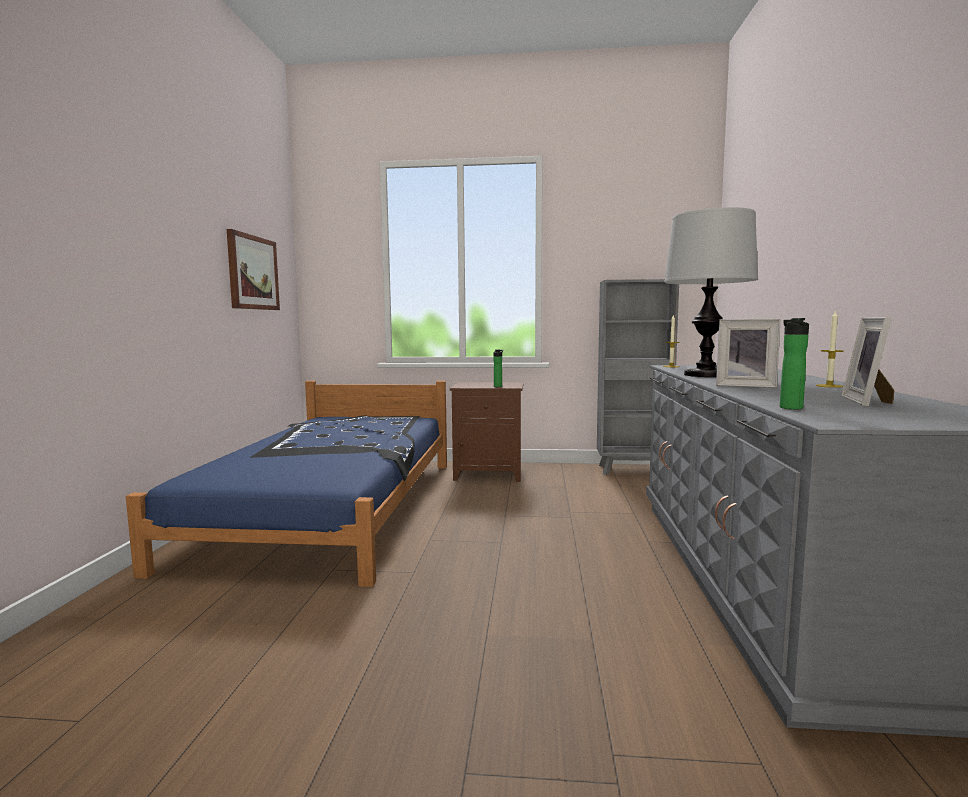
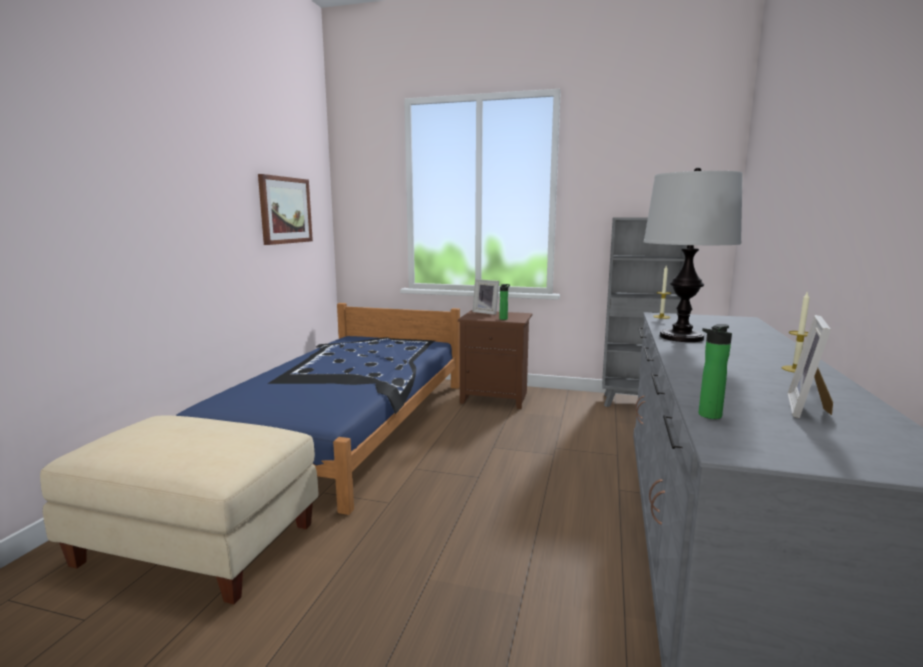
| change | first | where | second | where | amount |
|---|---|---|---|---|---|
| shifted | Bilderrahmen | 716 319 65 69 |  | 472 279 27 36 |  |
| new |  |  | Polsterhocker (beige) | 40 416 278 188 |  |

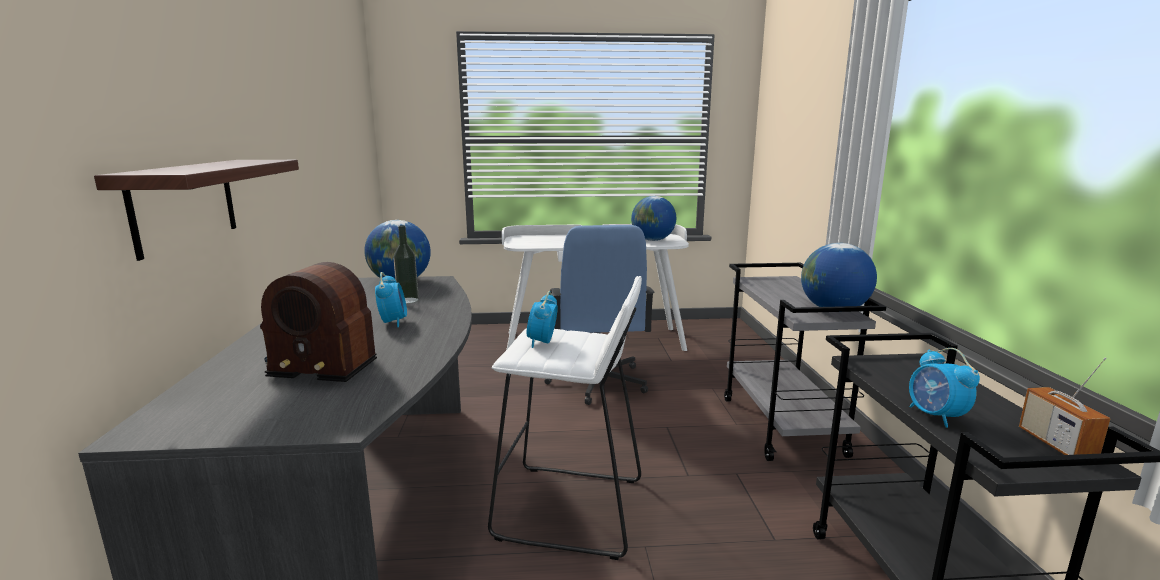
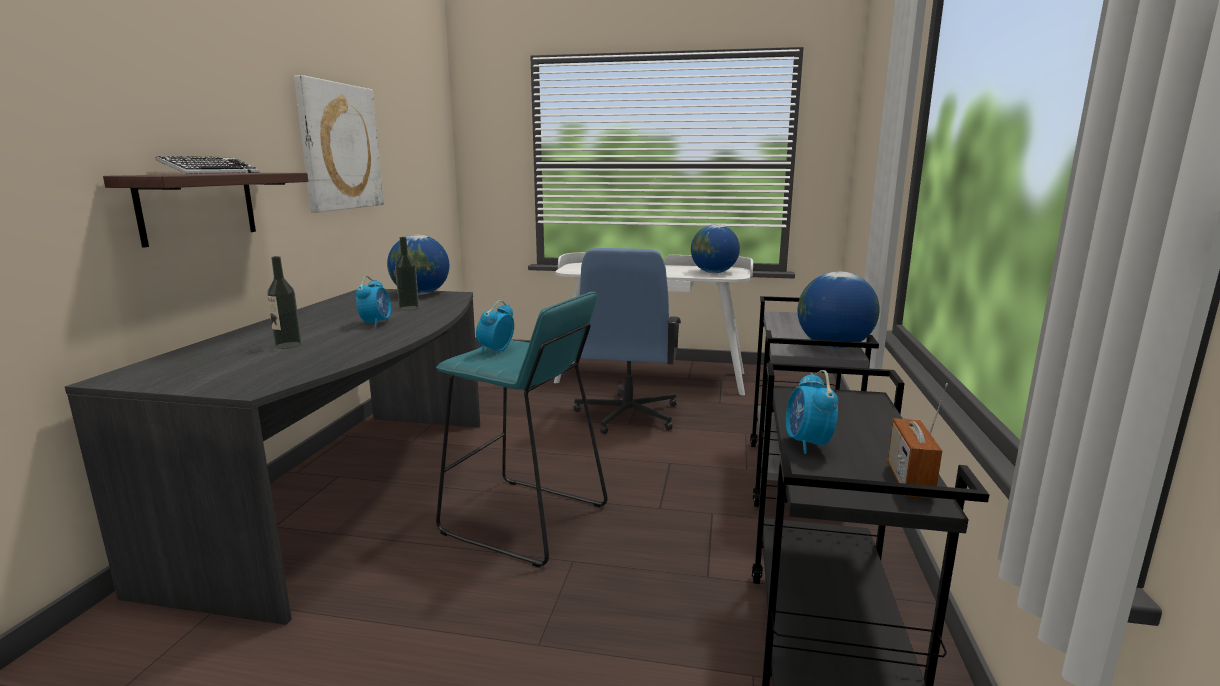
| change | first | where | second | where | amount |
|---|---|---|---|---|---|
| swapped | Radio | 260 262 117 120 | Flasche | 267 256 35 93 |  |
| repainted | Hocker (weiß) | 488 276 154 284 | Hocker (türkis) | 436 292 172 276 |  |
| new |  |  | Bild | 294 75 90 138 |  |
| new |  |  | Tastatur | 155 156 105 18 |  |

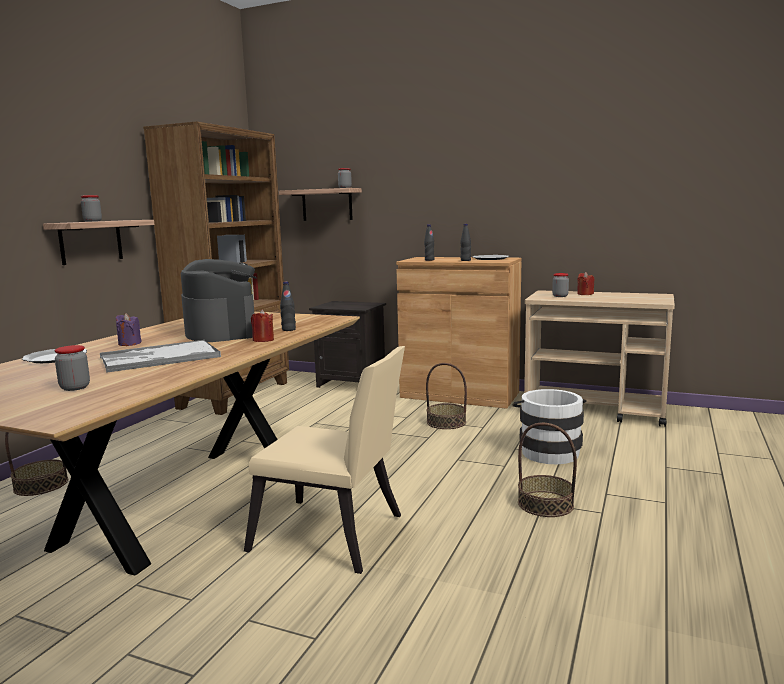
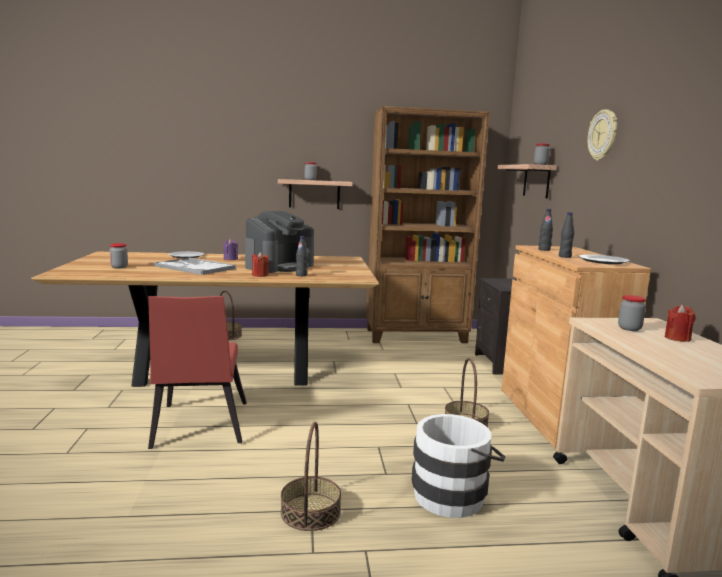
| change | first | where | second | where | amount |
|---|---|---|---|---|---|
| repainted | Stuhl (beige) | 244 346 161 228 | Stuhl (rot) | 148 296 99 153 |  |
| new |  |  | Wanduhr | 587 109 30 52 |  |

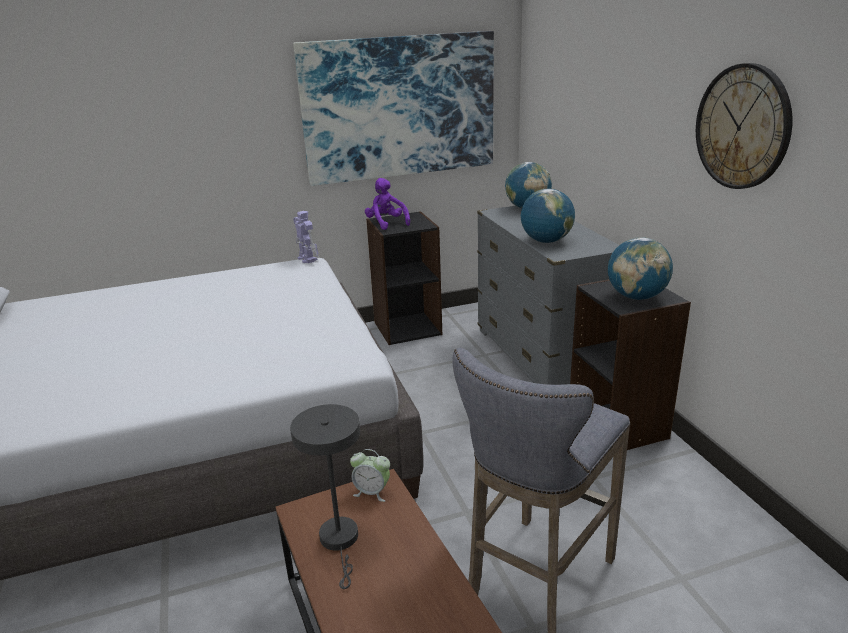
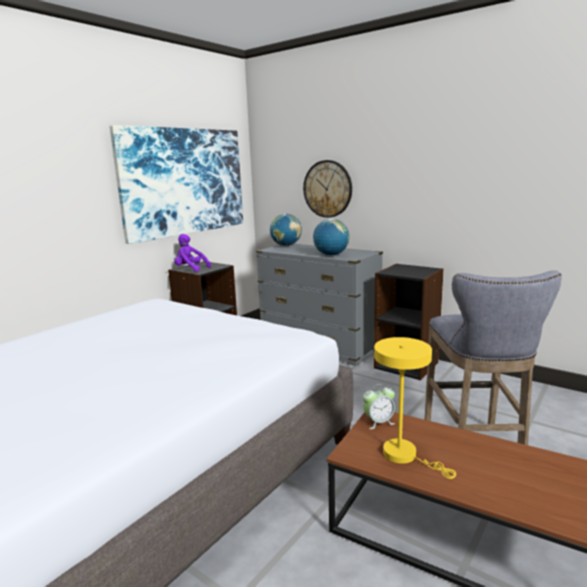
| change | first | where | second | where | amount |
|---|---|---|---|---|---|
| shifted | Wanduhr | 696 63 96 126 |  | 303 160 49 58 |  |
| gone | Spielzeugroboter | 293 211 26 52 |  |  |  |
| gone | Globus | 608 237 65 63 |  |  |  |
| repainted | Tischlampe (grau) | 290 404 70 185 | Tischlampe (gelb) | 374 337 82 142 |  |

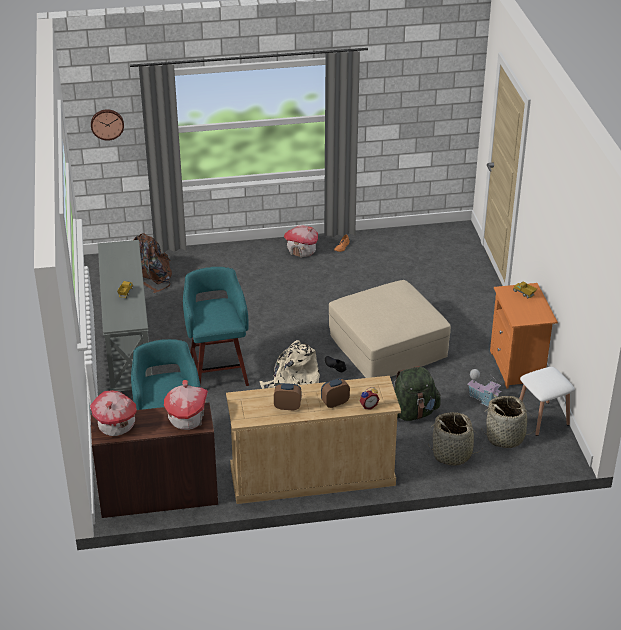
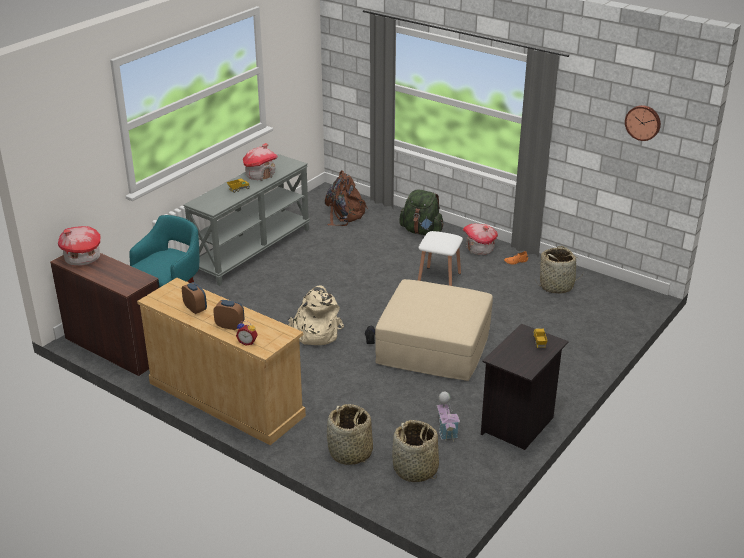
| change | first | where | second | where | amount |
|---|---|---|---|---|---|
| shifted | Wanduhr | 91 109 33 32 |  | 625 105 36 36 |  |
| gone | Hocker (türkis) | 183 267 66 119 |  |  |  |
| repainted | Nachttisch (orange) | 490 283 68 105 | Nachttisch (schwarz) | 481 324 88 126 |  |
| shifted | Rucksack (grün) | 394 366 47 55 |  | 399 189 45 46 |  |
| shifted | Hocker (weiß) | 519 367 56 69 |  | 418 231 45 55 |  |
| shifted | Spielzeughaus | 164 380 44 50 |  | 243 143 35 38 |  |
| new |  |  | Korb | 536 246 42 47 |  |

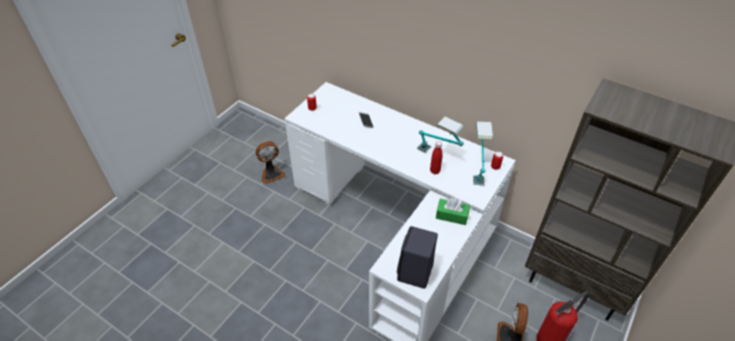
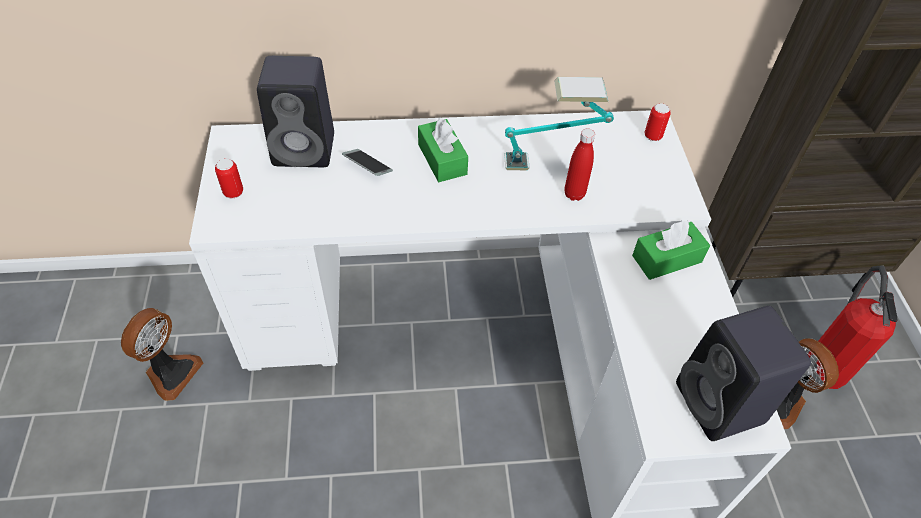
| change | first | where | second | where | amount |
|---|---|---|---|---|---|
| gone | Tischlampe | 473 121 20 64 |  |  |  |
| new |  |  | Lautsprecher (schwarz) | 257 56 77 111 |  |
| new |  |  | Taschentuchbox (grün) | 418 117 50 65 |  |

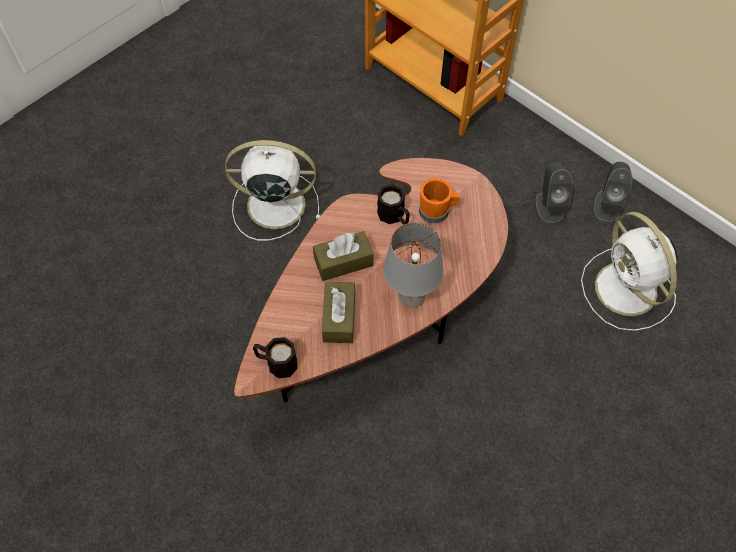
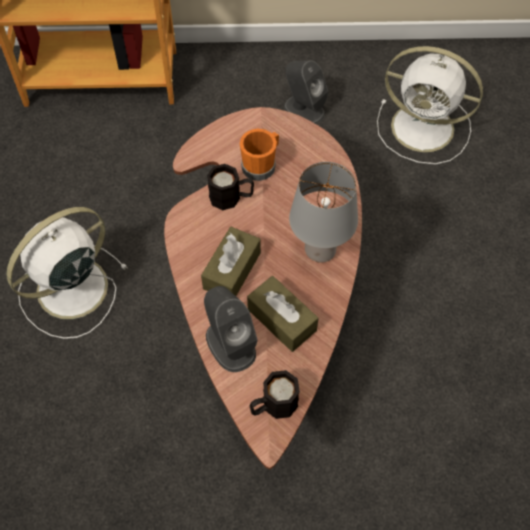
| change | first | where | second | where | amount |
|---|---|---|---|---|---|
| shifted | Lautsprecher (grau) | 593 162 39 62 |  | 204 286 54 86 |  |

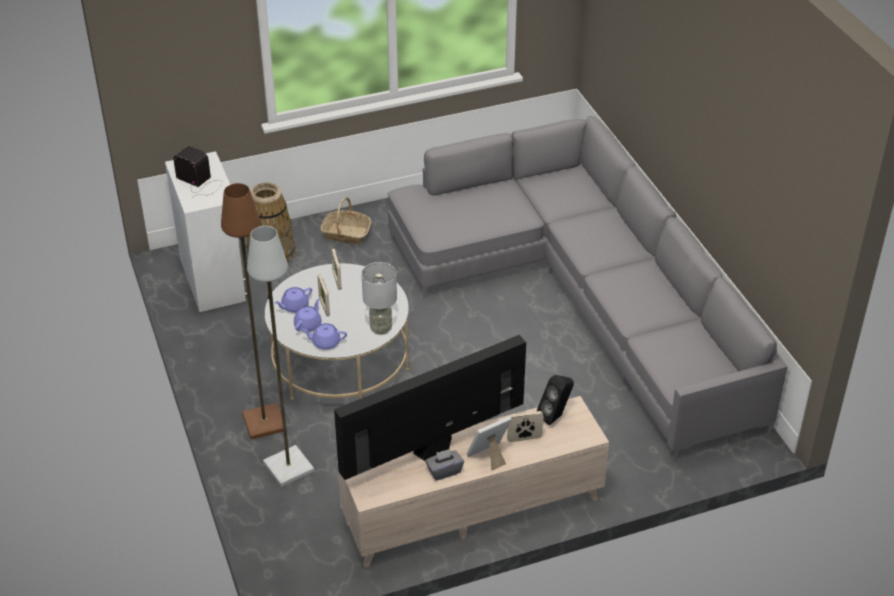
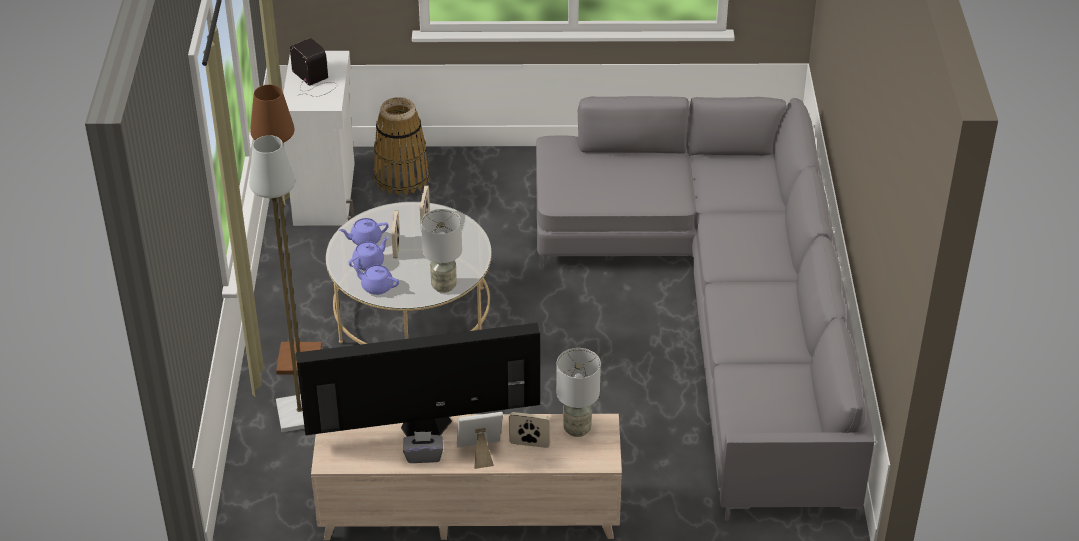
| change | first | where | second | where | amount |
|---|---|---|---|---|---|
| gone | Korb | 320 197 51 47 |  |  |  |
| swapped | Lautsprecher (schwarz) | 537 375 37 50 | Tischlampe (grau) | 556 348 45 89 |  |

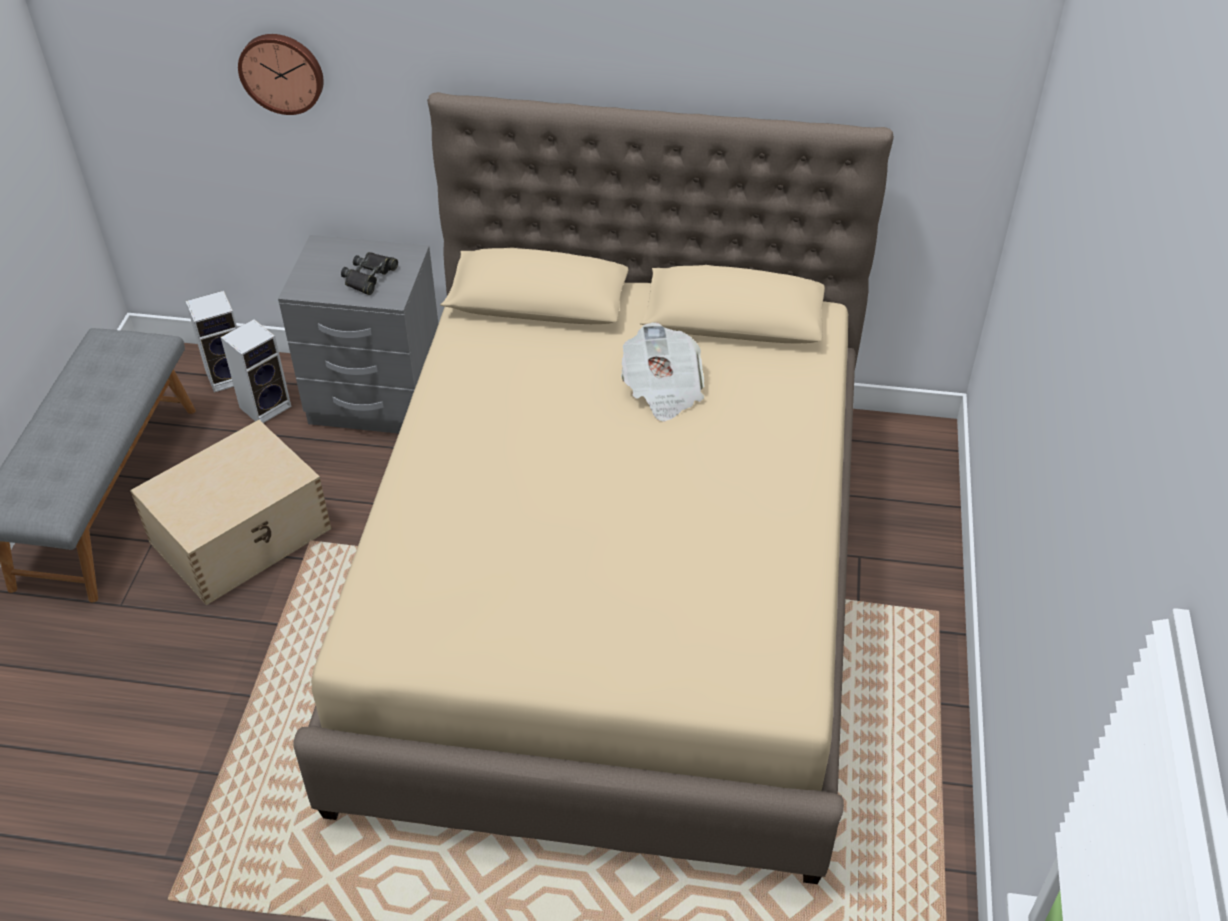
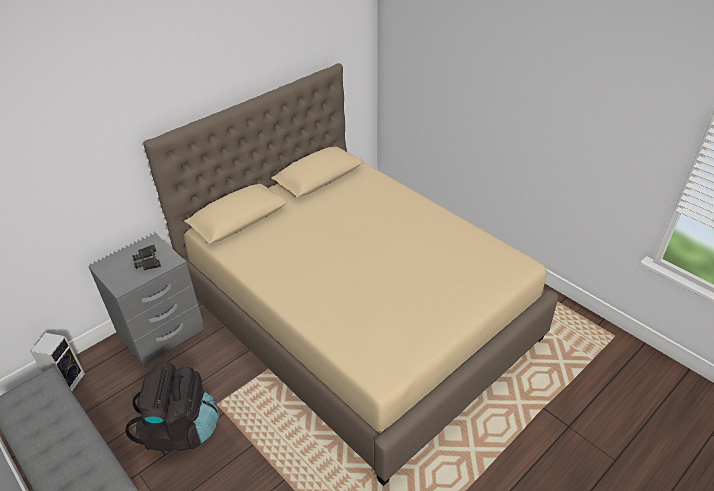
| change | first | where | second | where | amount |
|---|---|---|---|---|---|
| gone | Wanduhr | 238 34 86 81 |  |  |  |
| gone | Lautsprecher | 221 319 70 104 |  |  |  |
| gone | Zeitung | 621 322 83 100 |  |  |  |
| swapped | Aufbewahrungsbox (beige) | 130 420 201 185 | Rucksack (schwarz) | 125 362 94 89 |  |

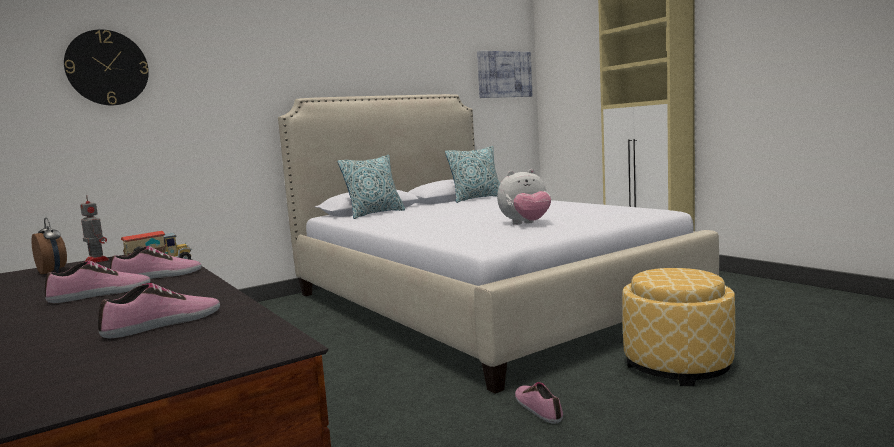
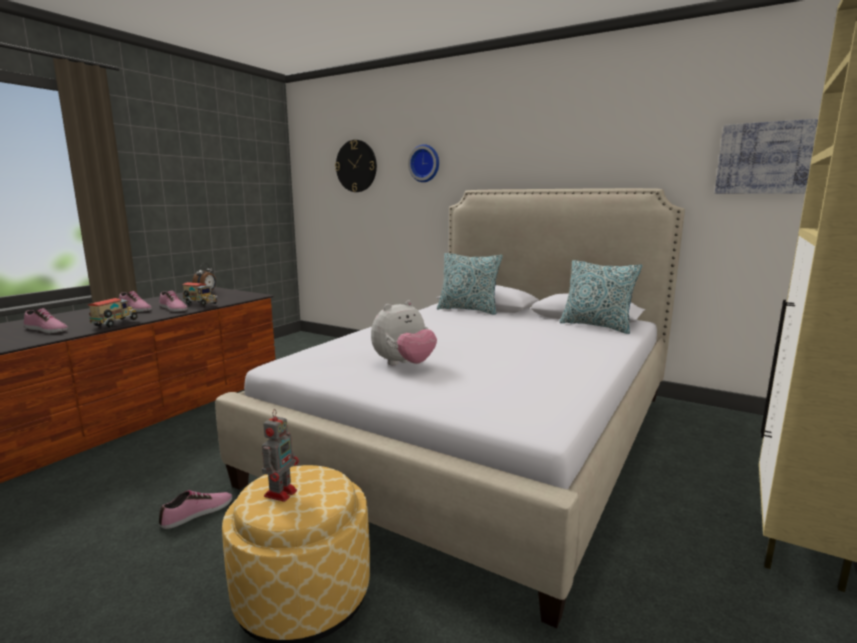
| change | first | where | second | where | amount |
|---|---|---|---|---|---|
| rotated | Plüschtier | 497 169 54 56 |  | 371 301 66 64 | 90 degrees counterclockwise |
| shifted | Spielzeugroboter | 80 195 29 68 |  | 262 409 37 93 |  |
| new |  |  | Wanduhr | 408 144 31 38 |  |
| new |  |  | Spielzeuglaster | 88 298 50 30 |  |

